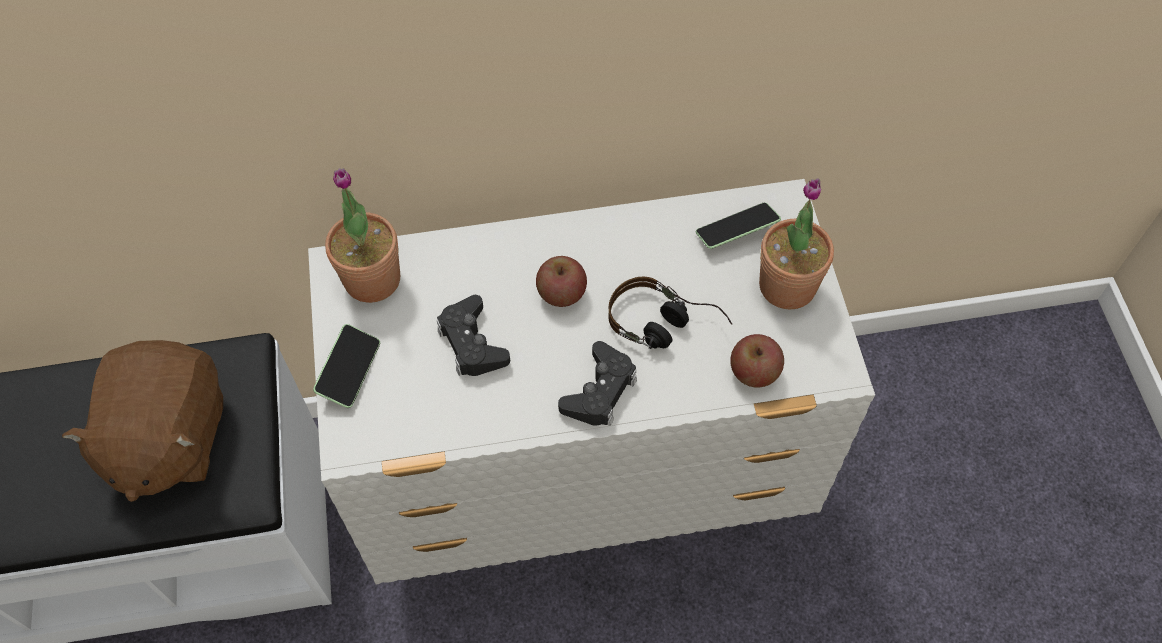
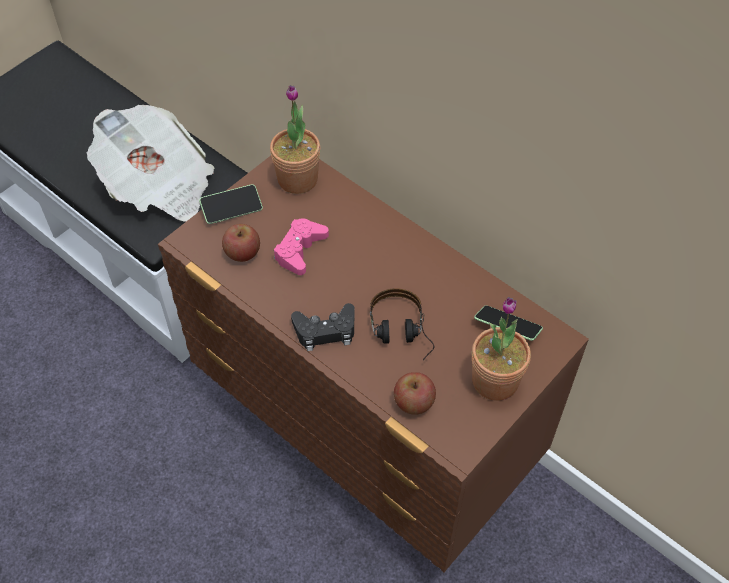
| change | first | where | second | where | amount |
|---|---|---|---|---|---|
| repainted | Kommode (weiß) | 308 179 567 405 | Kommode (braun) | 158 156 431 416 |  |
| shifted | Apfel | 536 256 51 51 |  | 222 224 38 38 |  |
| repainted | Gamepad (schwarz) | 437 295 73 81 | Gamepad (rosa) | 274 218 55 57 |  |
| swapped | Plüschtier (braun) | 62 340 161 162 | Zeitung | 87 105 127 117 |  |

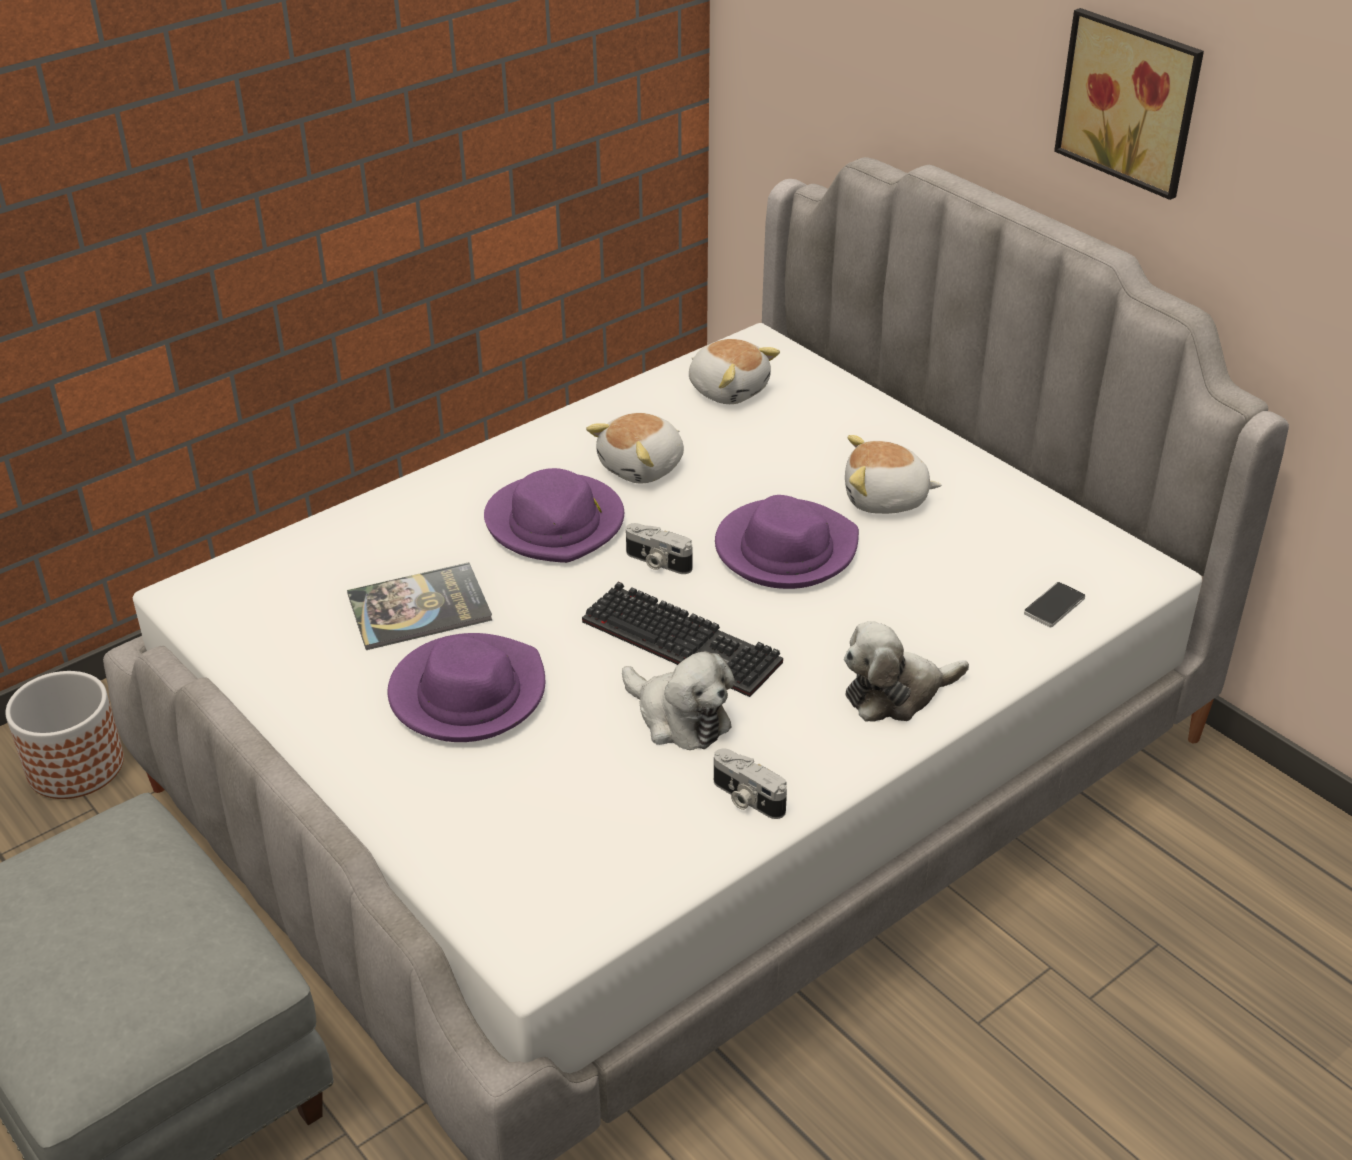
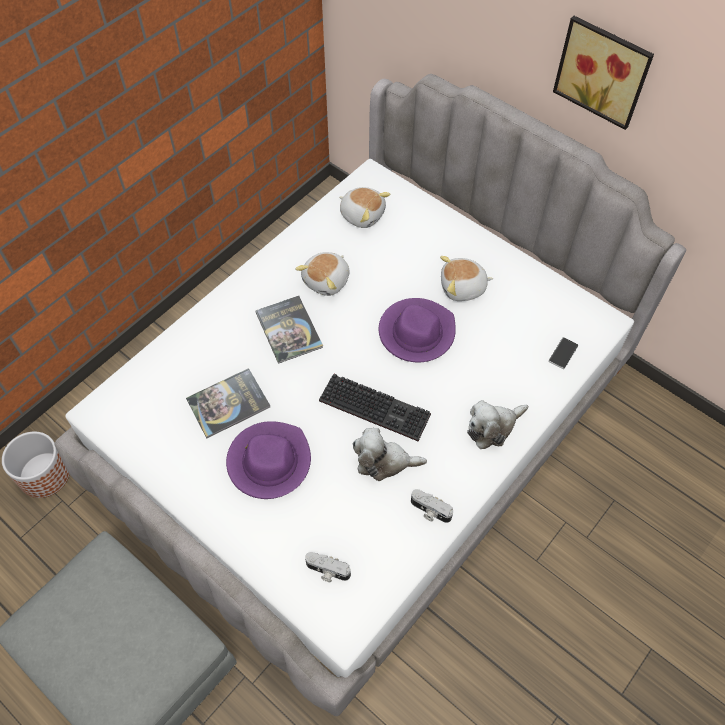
| change | first | where | second | where | amount |
|---|---|---|---|---|---|
| swapped | Hut (lila) | 484 468 140 95 | Buch | 255 296 68 68 |  |
| shifted | Kamera | 626 523 67 51 |  | 305 552 46 30 |  |
| rotated | Plüschtier | 622 652 113 98 |  | 353 428 74 53 | 150 degrees clockwise |

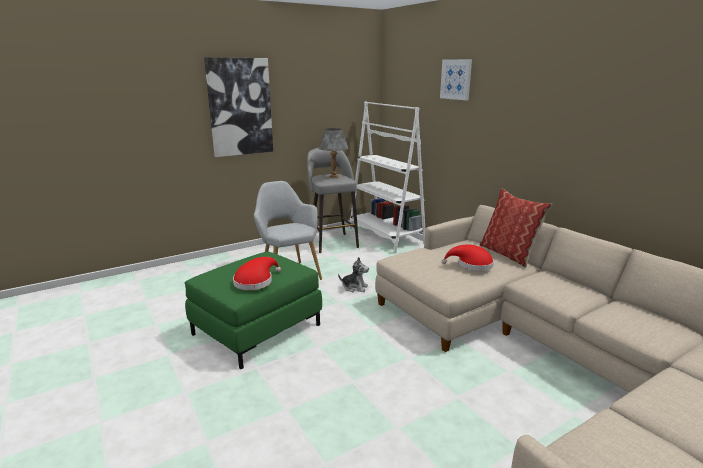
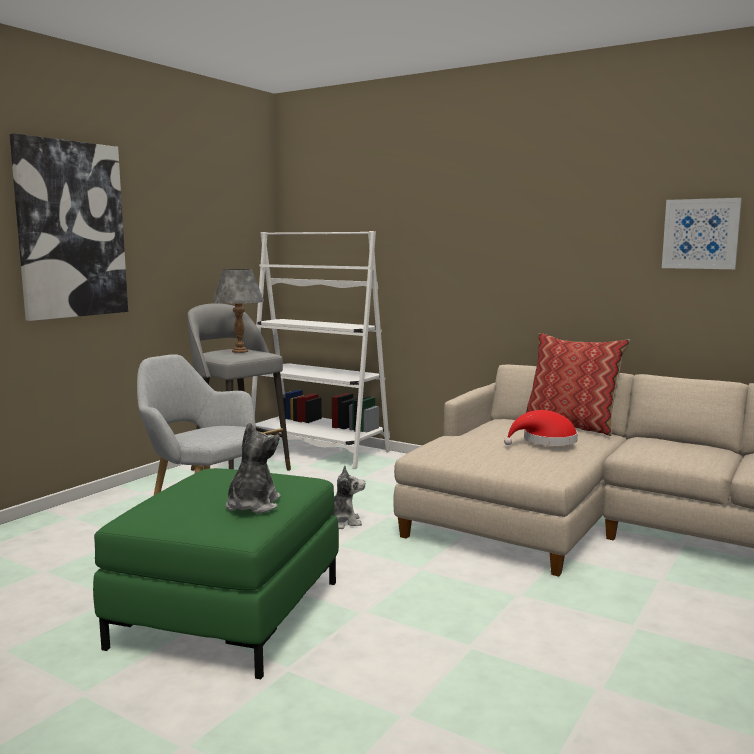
| change | first | where | second | where | amount |
|---|---|---|---|---|---|
| shifted | Bild | 440 59 32 41 |  | 662 198 80 71 |  |
| swapped | Hut (rot) | 233 257 48 33 | Plüschtier | 225 423 55 90 |  |

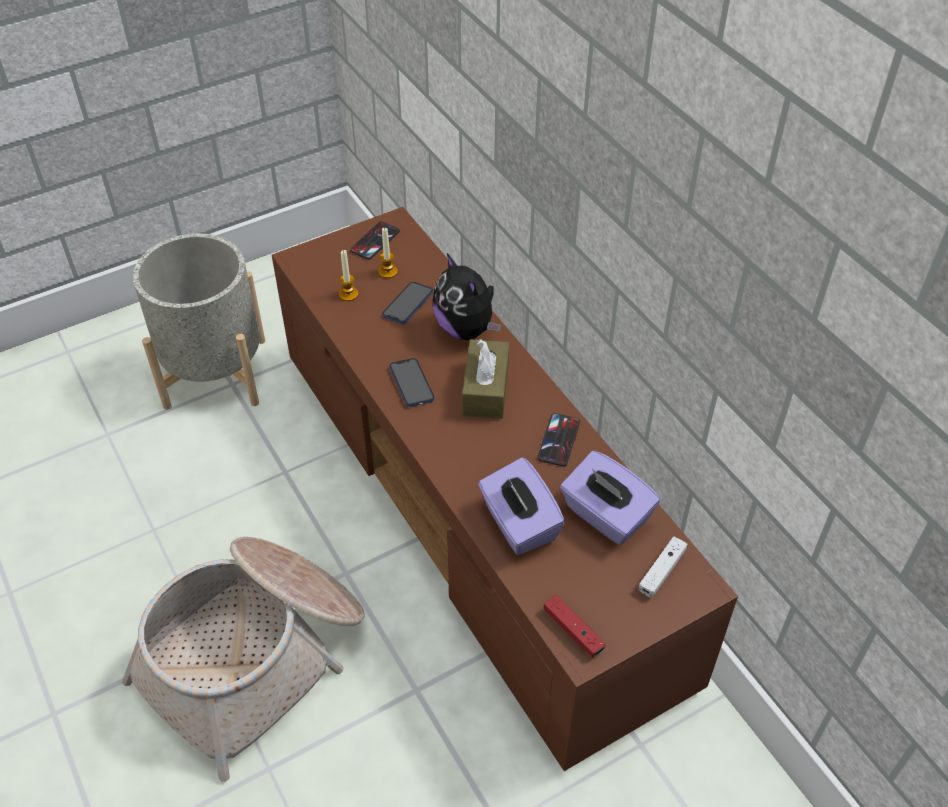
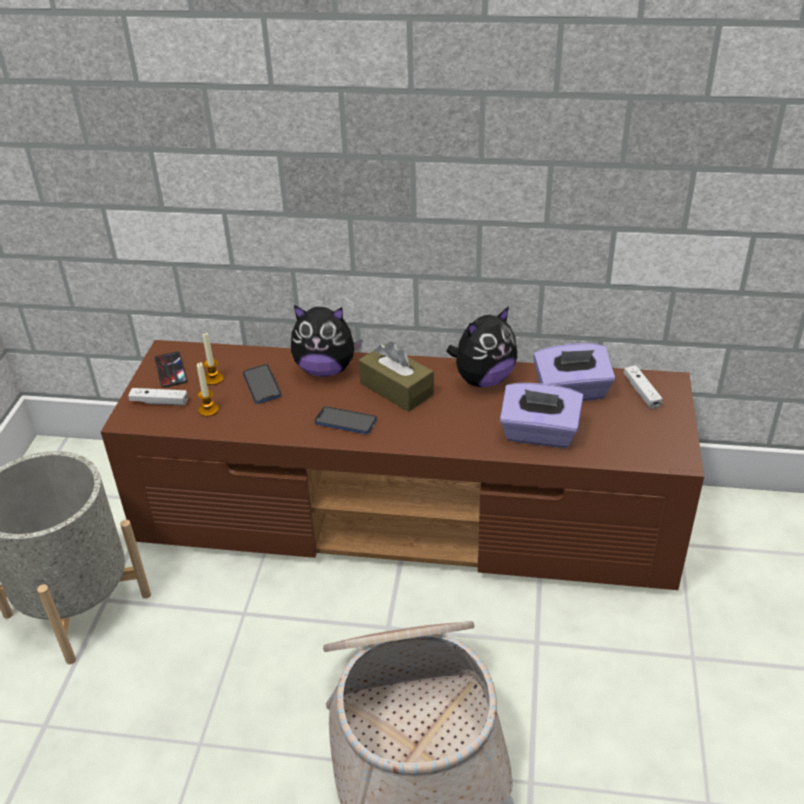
| change | first | where | second | where | amount |
|---|---|---|---|---|---|
| swapped | Handy | 537 413 43 53 | Plüschtier | 447 306 70 81 |  |
| gone | Gamepad (rot) | 544 595 62 63 |  |  |  |
| new |  |  | Gamepad (weiß) | 128 388 60 17 |  |

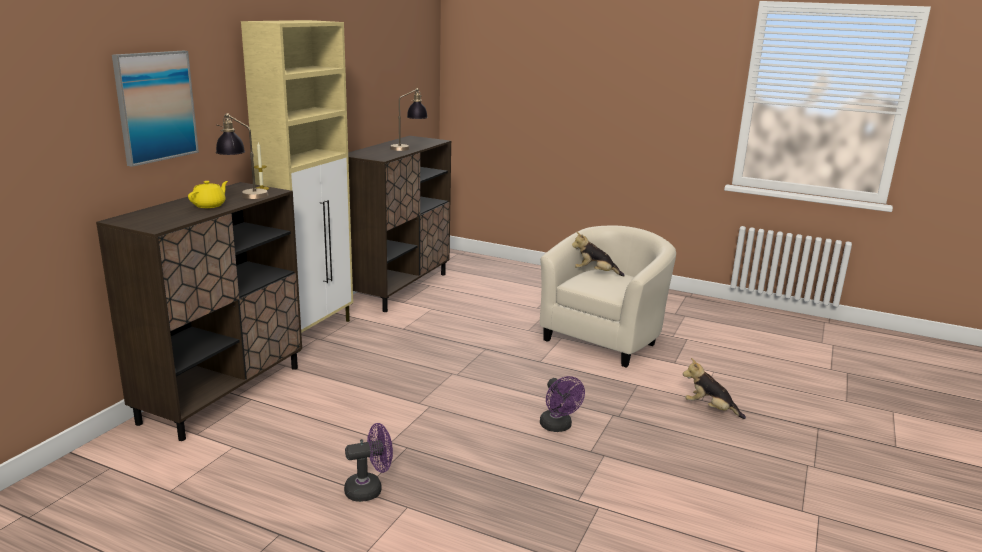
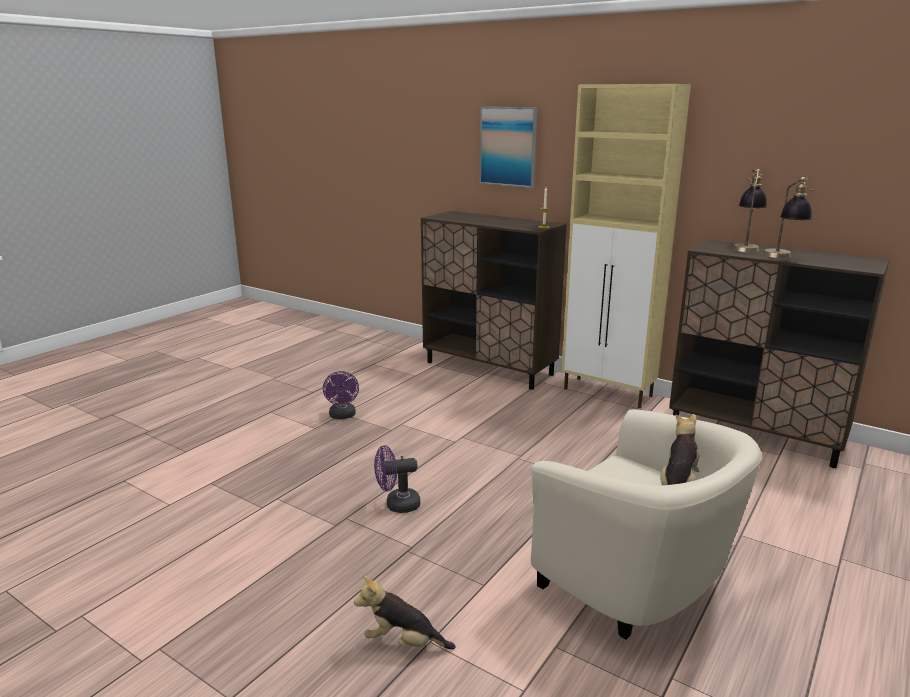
| change | first | where | second | where | amount |
|---|---|---|---|---|---|
| shifted | Tischlampe | 216 113 53 86 |  | 732 169 35 83 |  |
| gone | Teekanne (gelb) | 188 181 40 27 |  |  |  |
| rotated | Plüschtier | 683 358 63 61 |  | 354 575 101 74 | 120 degrees counterclockwise |

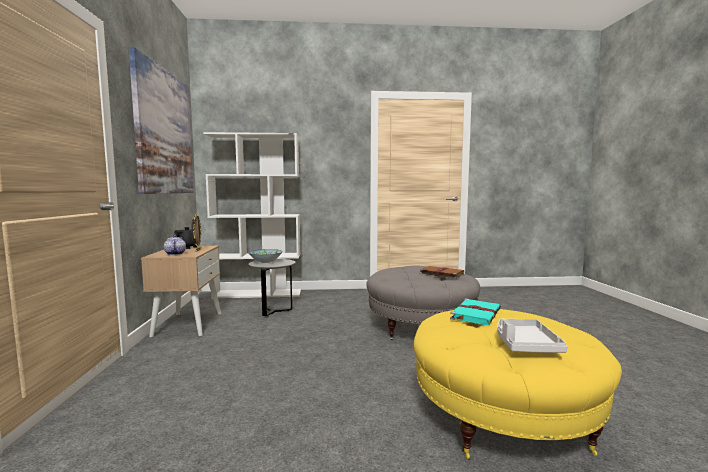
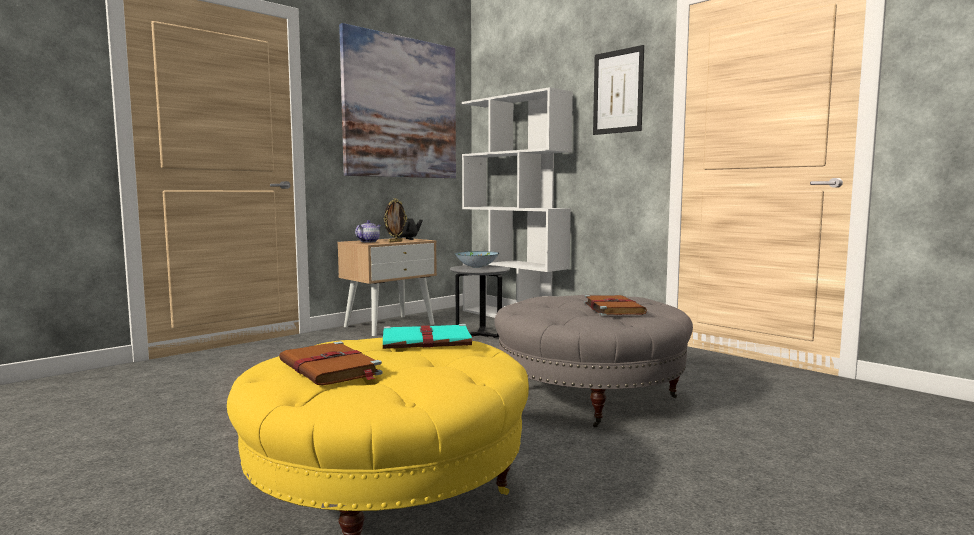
| change | first | where | second | where | amount |
|---|---|---|---|---|---|
| swapped | Tablett (grau) | 497 319 70 34 | Buch (braun) | 279 341 104 44 |  |
| new |  |  | Bild | 593 45 51 90 |  |

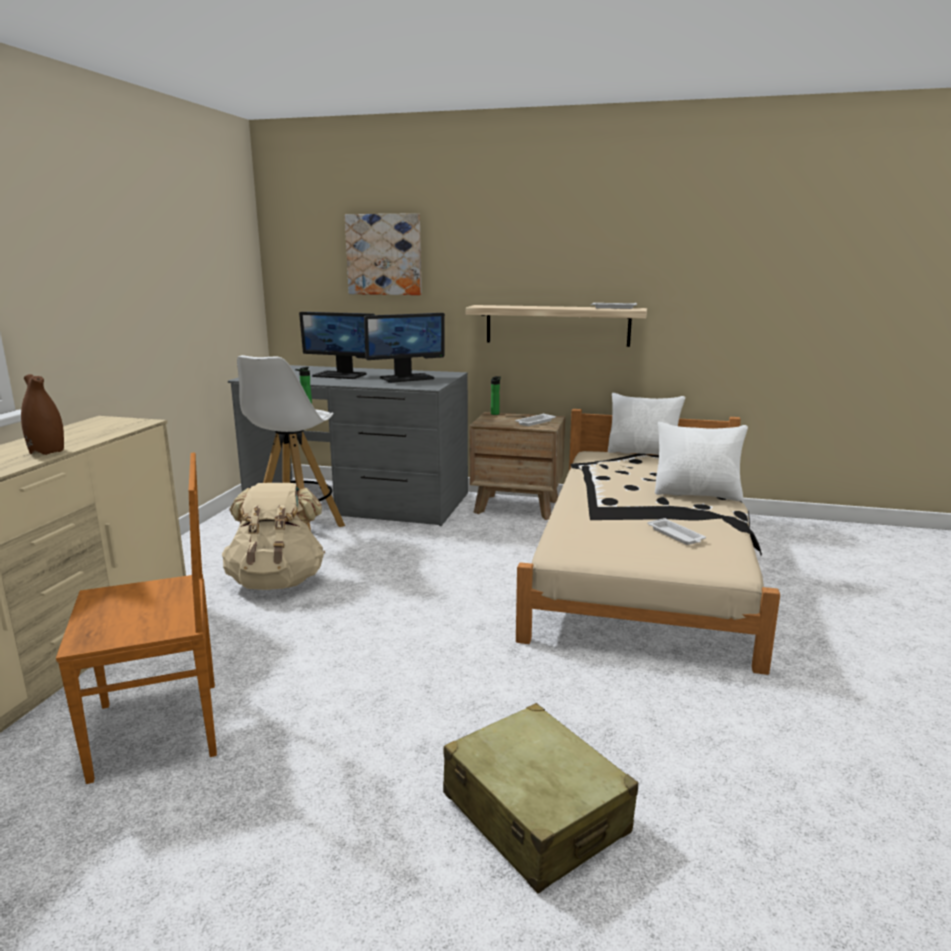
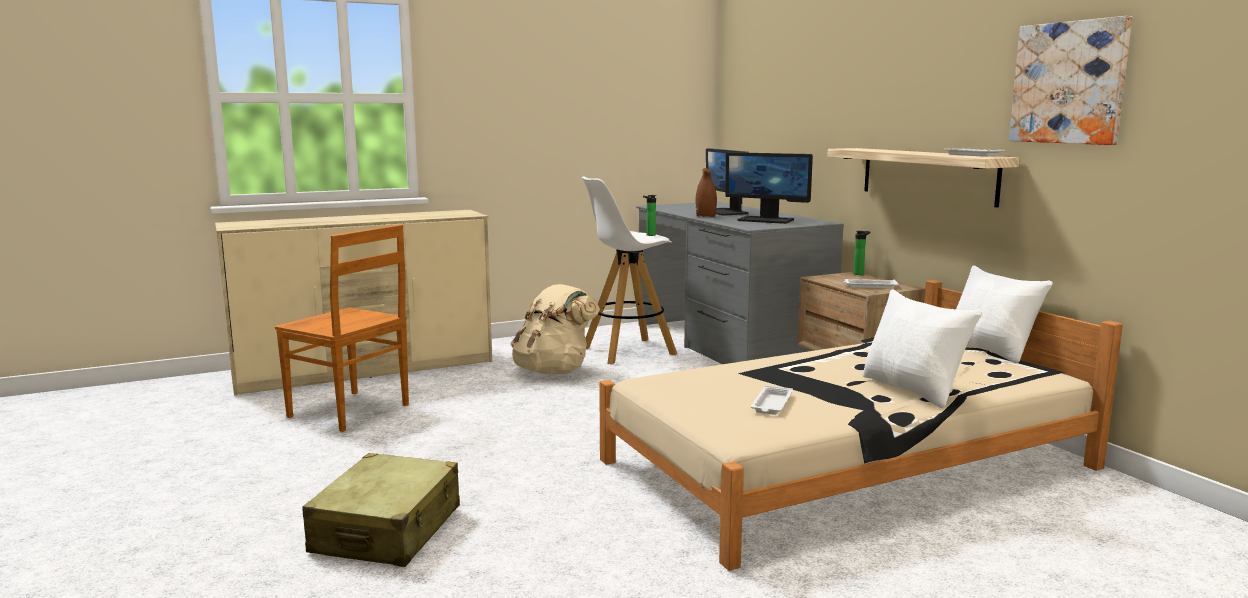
| change | first | where | second | where | amount |
|---|---|---|---|---|---|
| shifted | Bild | 345 213 77 82 |  | 1009 16 123 129 |  |
| shifted | Vase (braun) | 21 374 43 81 |  | 696 168 21 49 |  |

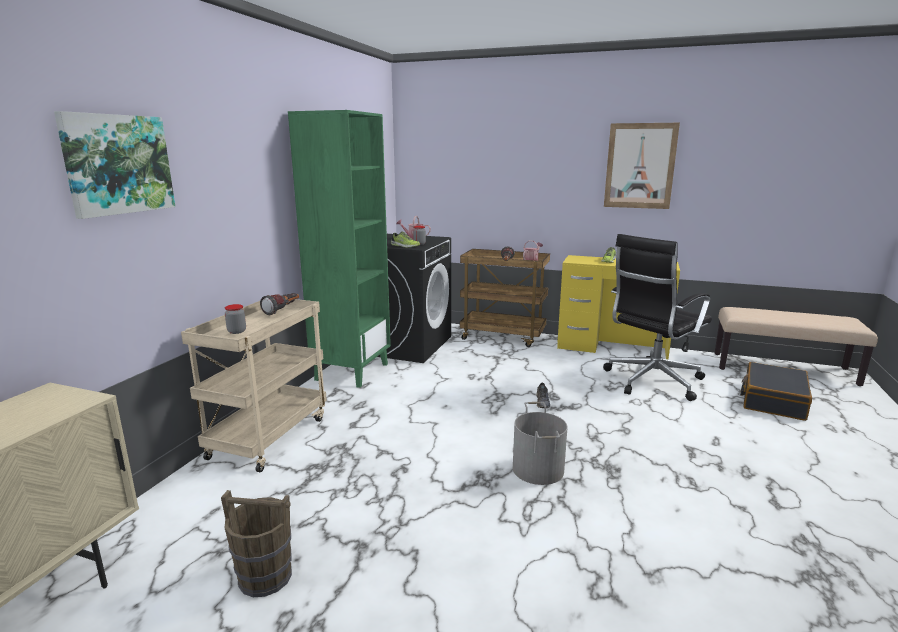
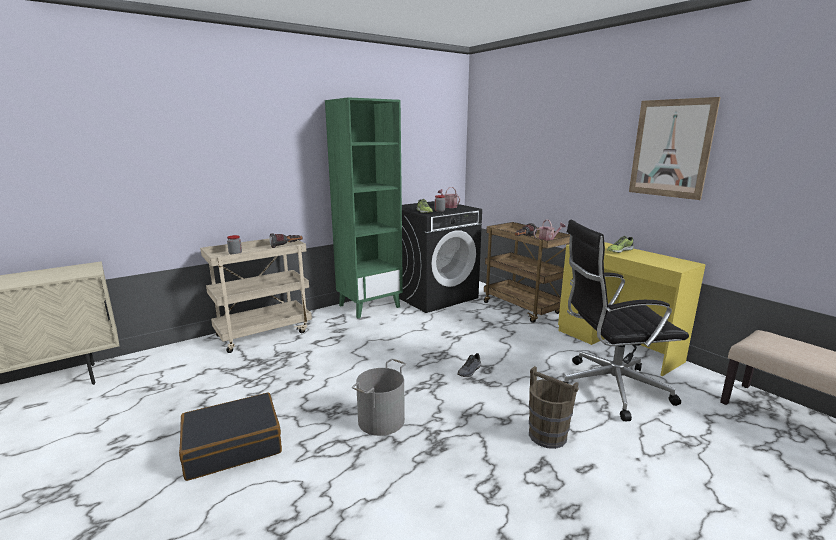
| change | first | where | second | where | amount |
|---|---|---|---|---|---|
| gone | Bild | 54 111 121 108 |  |  |  |
| shifted | Koffer (schwarz) | 740 362 72 59 |  | 179 392 103 89 |  |
| shifted | Eimer (braun) | 221 490 71 107 |  | 529 366 50 83 |  |

